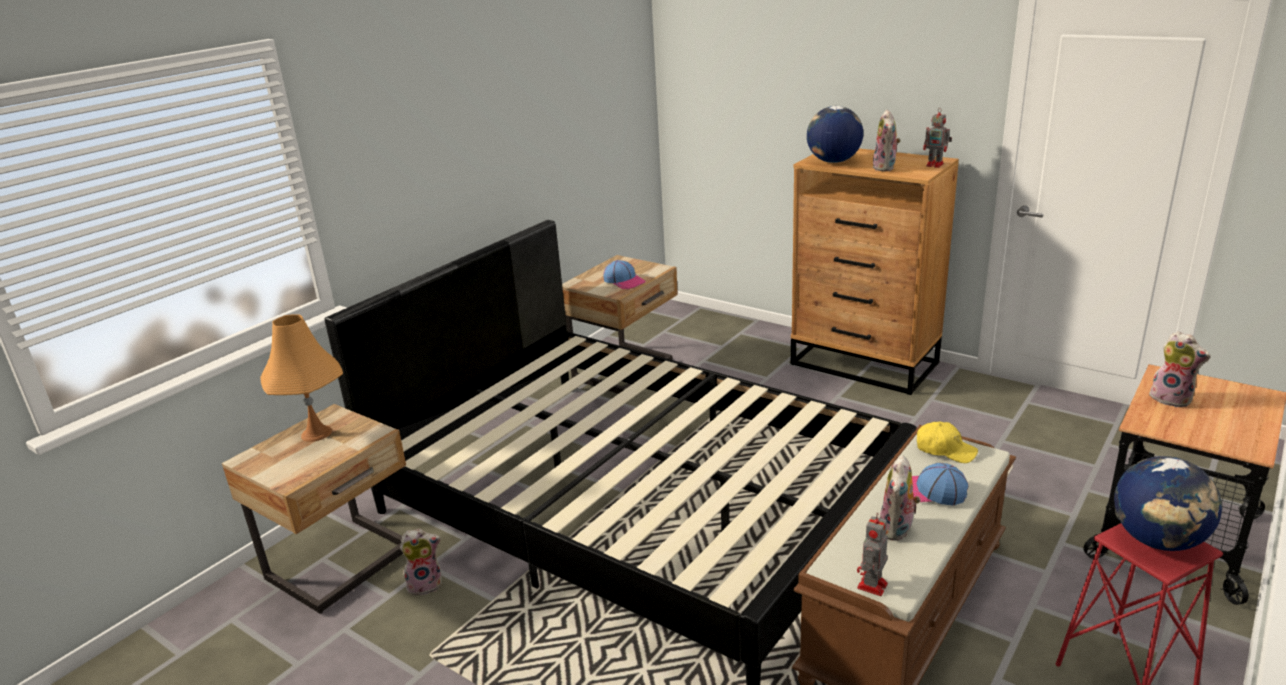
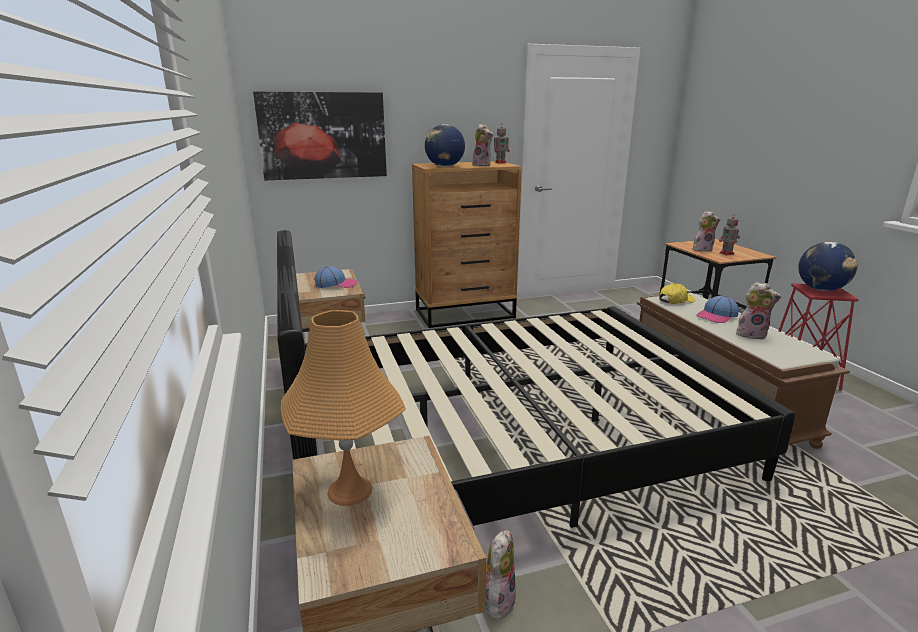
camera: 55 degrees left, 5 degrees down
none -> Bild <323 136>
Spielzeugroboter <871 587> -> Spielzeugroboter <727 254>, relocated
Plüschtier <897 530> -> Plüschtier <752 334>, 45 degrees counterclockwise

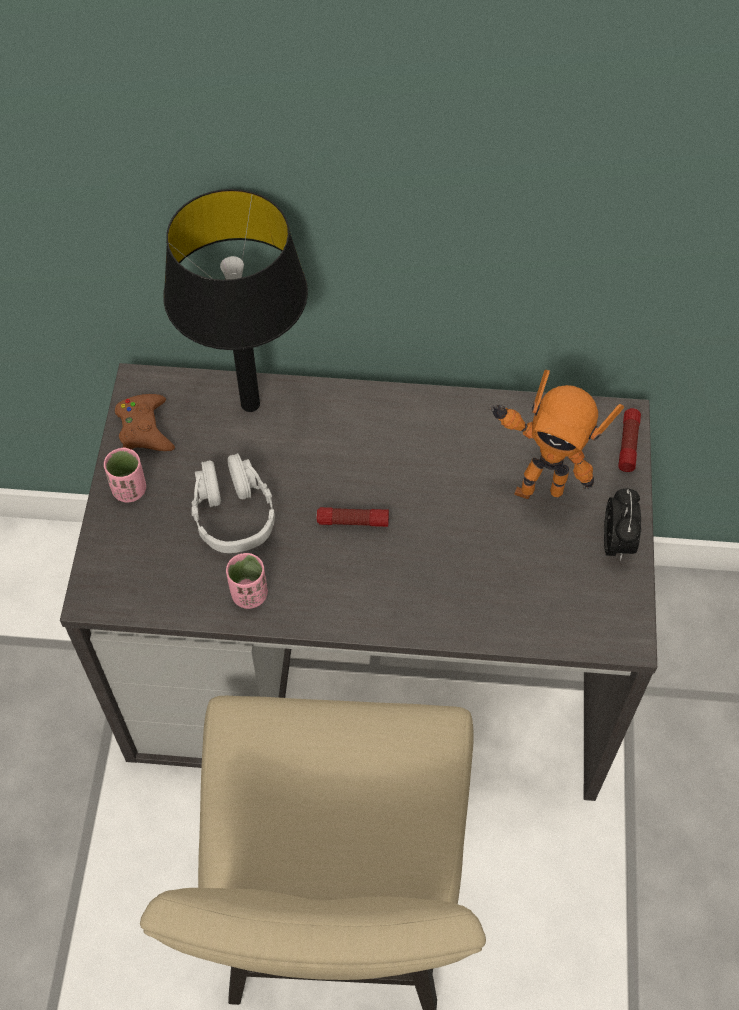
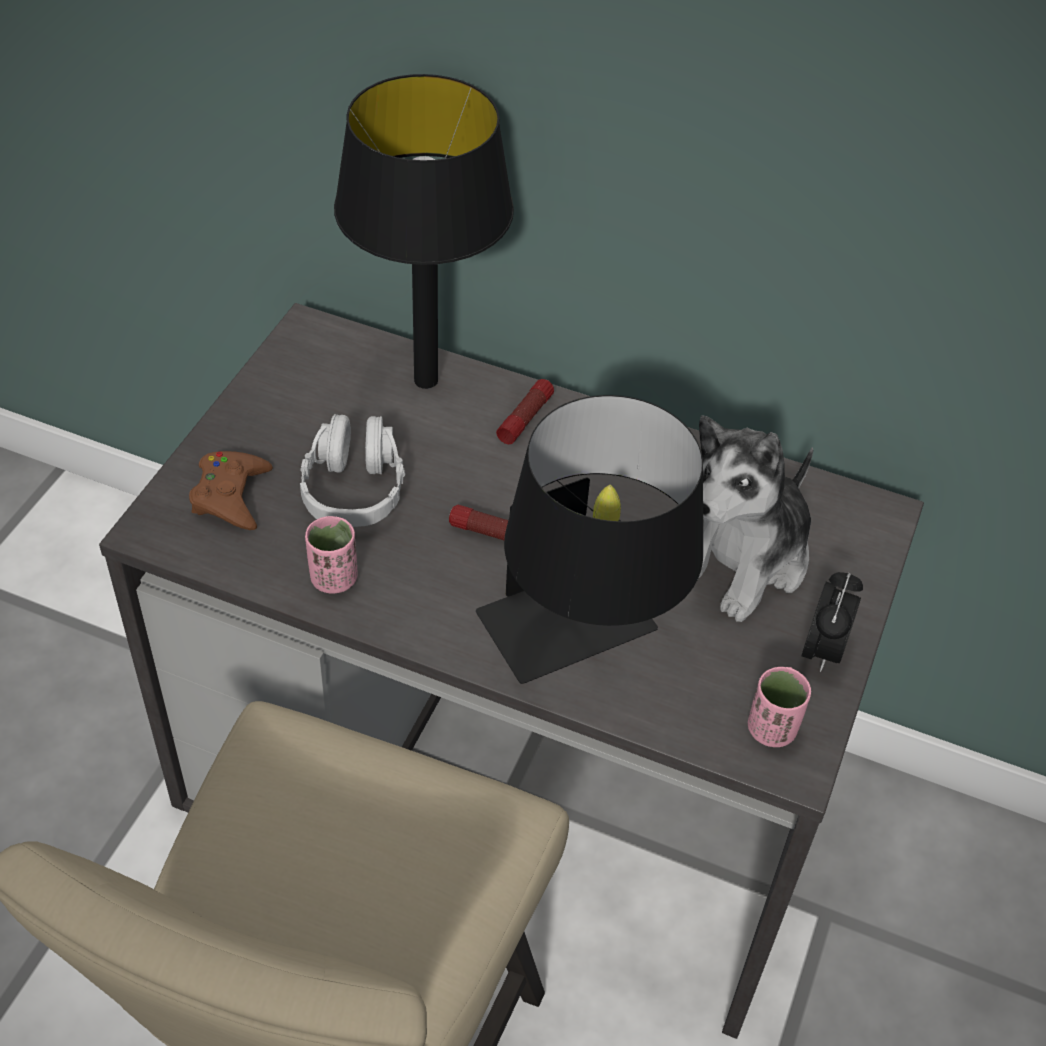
camera: 15 degrees right, 10 degrees down
none -> Tischlampe/schwarz <584 644>
Tasse/rosa <129 490> -> Tasse/rosa <771 729>, relocated
Gamepad/braun <145 429> -> Gamepad/braun <231 496>, relocated
Taschenlampe <628 444> -> Taschenlampe <525 418>, relocated
Spielzeugroboter <538 487> -> Plüschtier <743 559>

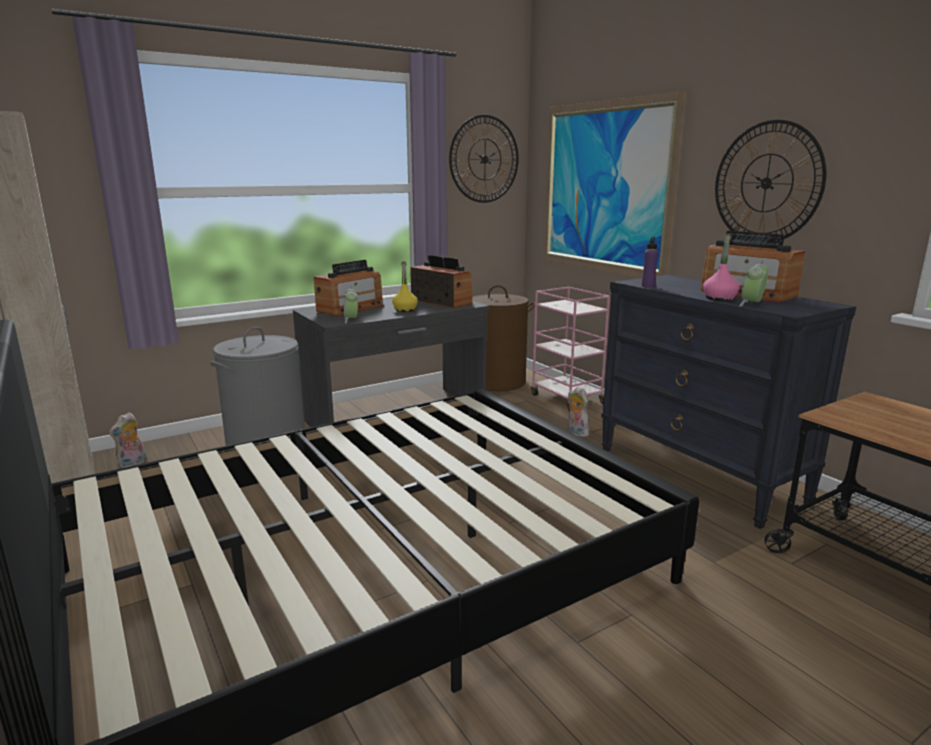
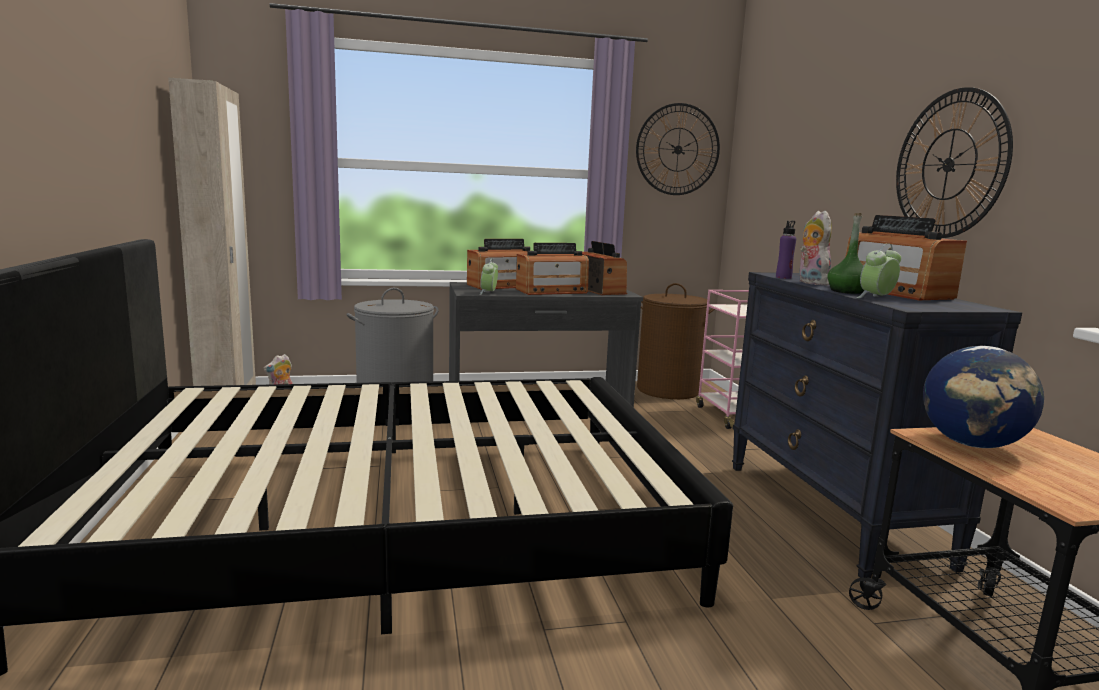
camera: 20 degrees right, 5 degrees down
Bild <604 188> -> none
none -> Globus <972 445>
Plüschtier <576 432> -> Plüschtier <810 283>, relocated
Flasche/gelb <405 310> -> Radio <551 291>
Flasche/rosa <719 298> -> Flasche/grün <846 291>

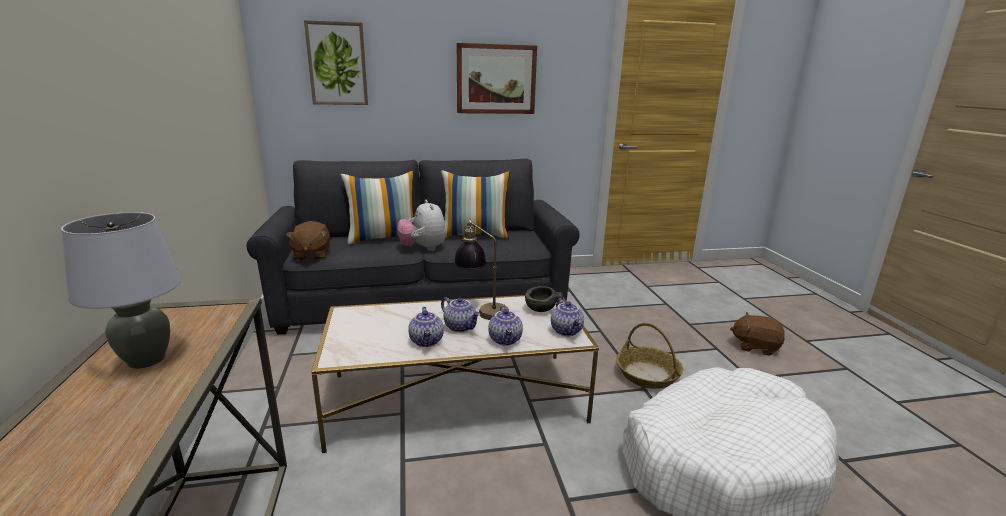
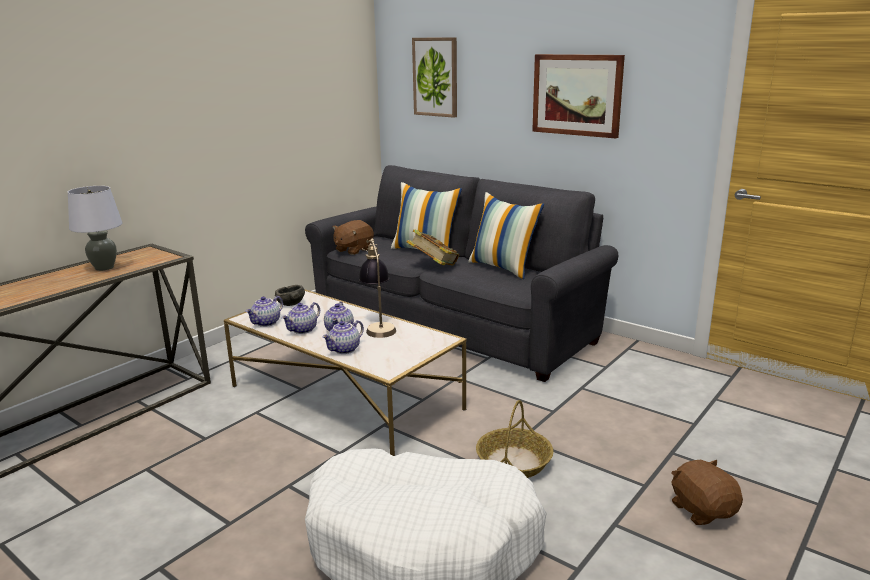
camera: 50 degrees right, 0 degrees up
Schüssel/grau <540 309> -> Schüssel/grau <290 304>, relocated
Teekanne <567 331> -> Teekanne <266 323>, relocated
Plüschtier <423 248> -> Buch <433 266>

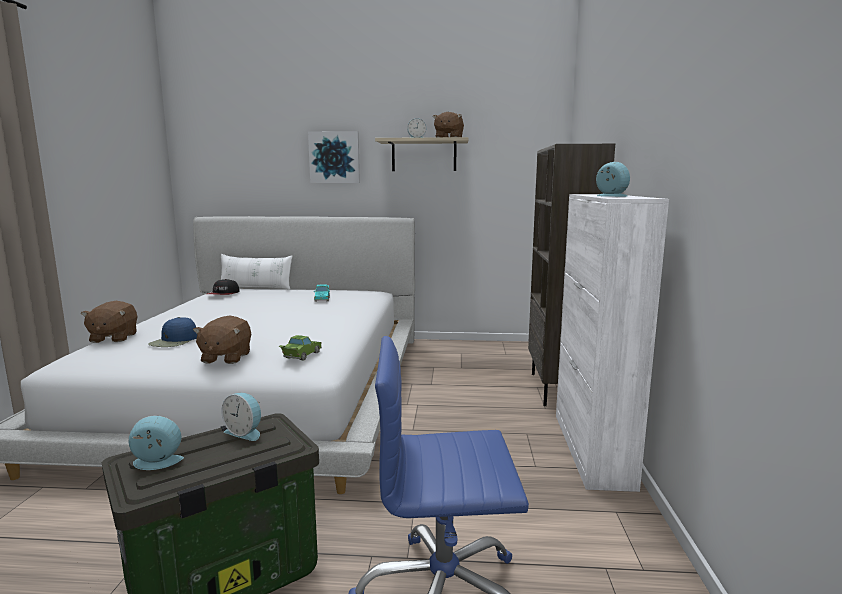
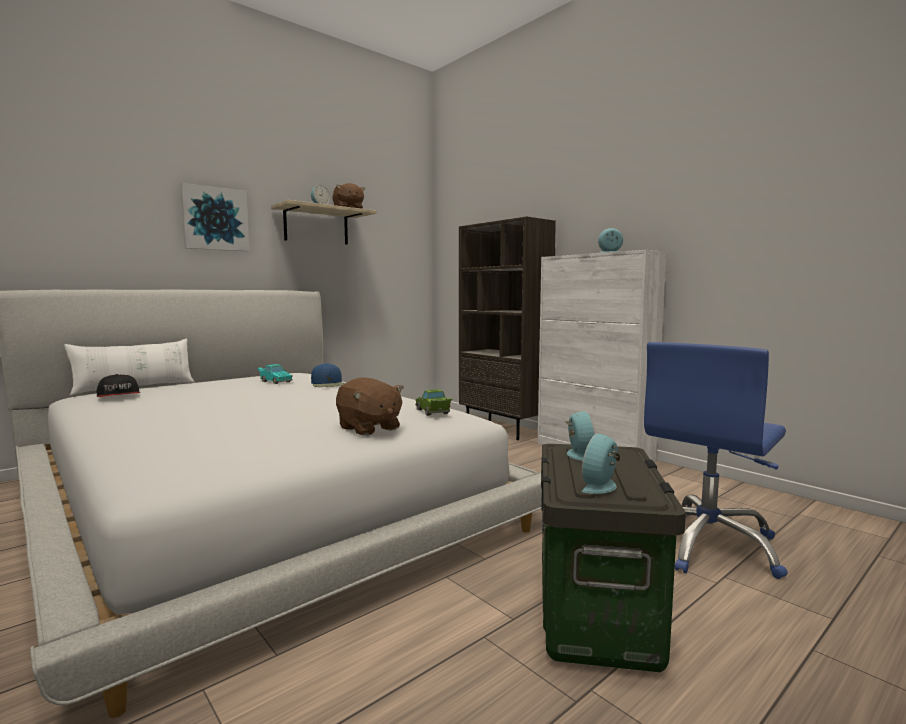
camera: 45 degrees left, 5 degrees down
Plüschtier/braun <113 338> -> none
Kappe/blau <174 341> -> Kappe/blau <328 384>, relocated
Wecker <245 432> -> Wecker <578 455>, 75 degrees counterclockwise

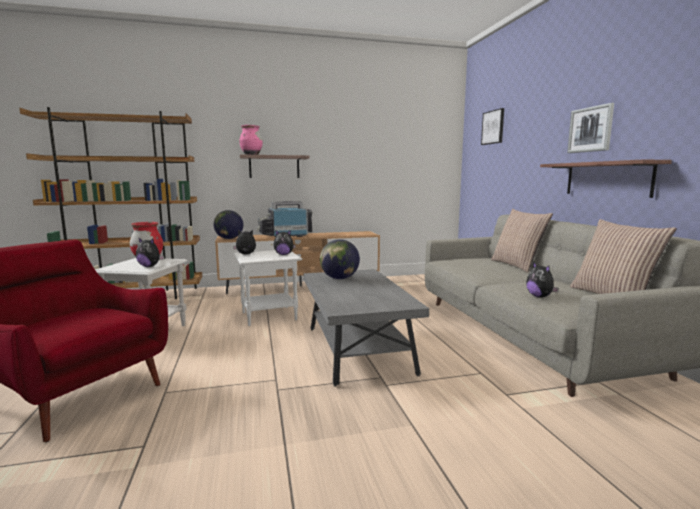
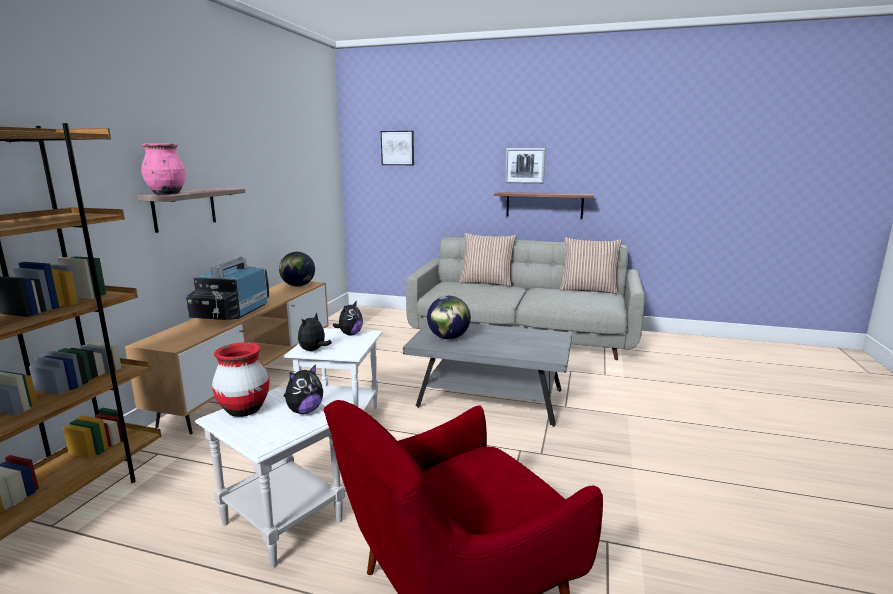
camera: 60 degrees left, 5 degrees up
Plüschtier <540 296> -> none
Globus <229 238> -> Globus <298 285>, relocated

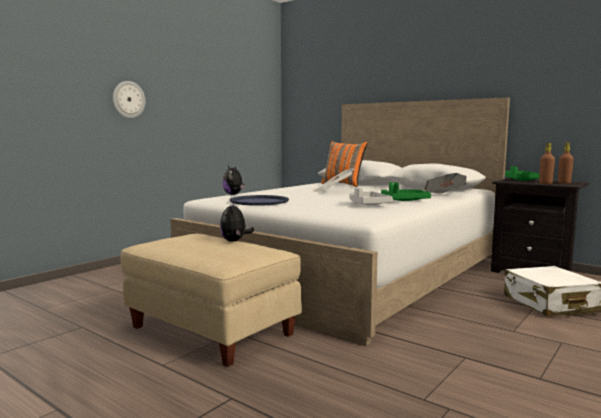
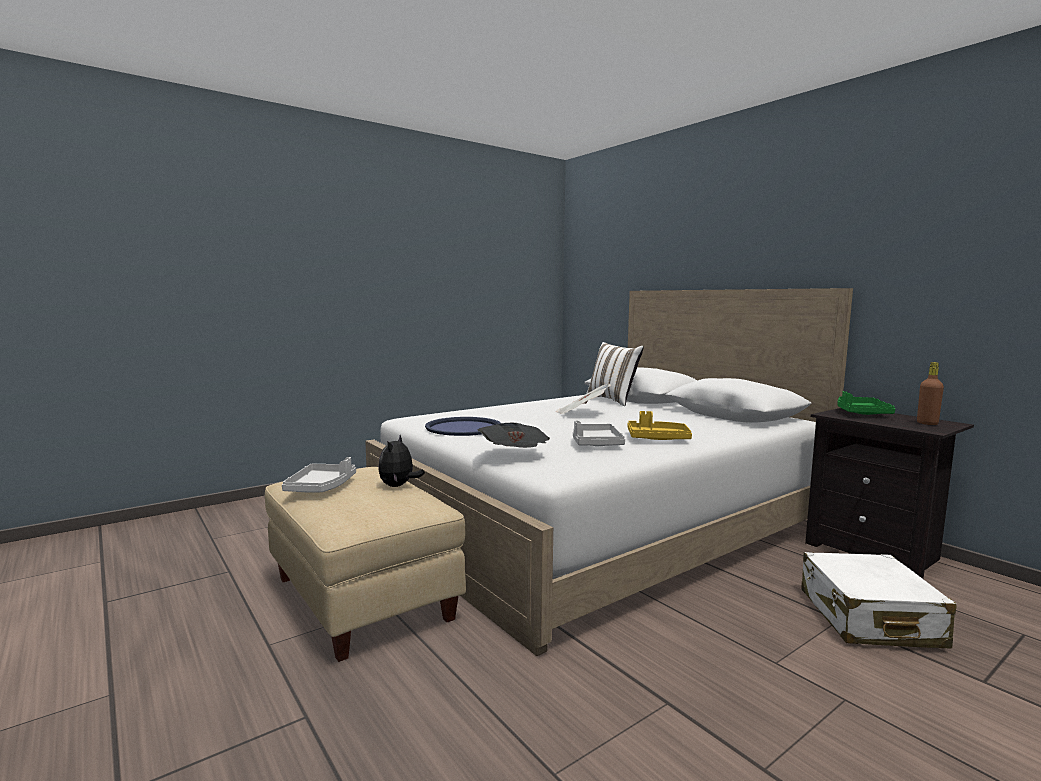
camera: 15 degrees right, 0 degrees up
Wanduhr <128 99> -> none
Plüschtier <234 194> -> none
Flasche/braun <545 183> -> none
none -> Tablett/grau <321 487>
Zeitung <444 196> -> Zeitung <515 456>, relocated
Kissen/orange <344 184> -> Kissen/weiß <613 400>
Tablett/grün <404 200> -> Tablett/gelb <657 439>

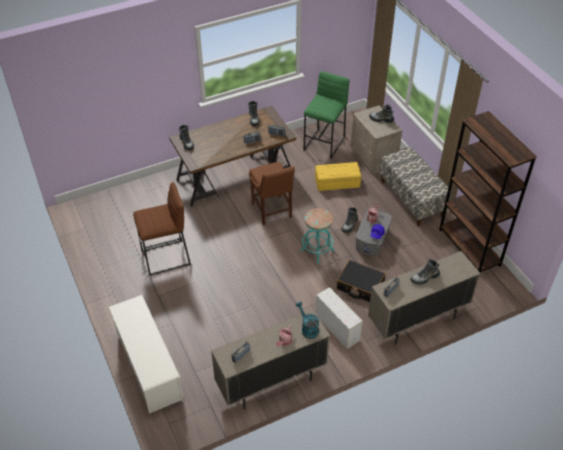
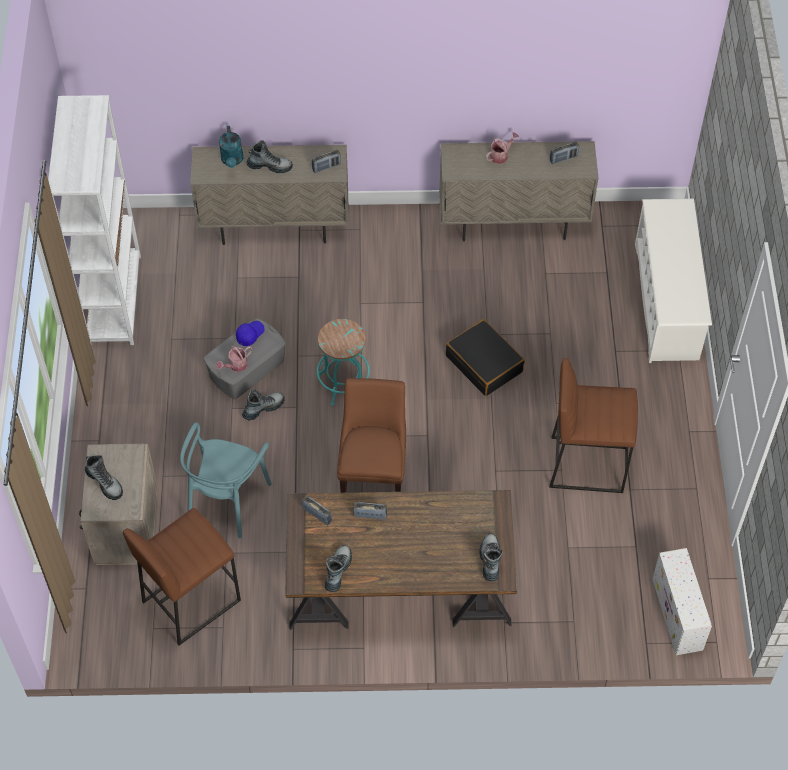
camera: 155 degrees left, 10 degrees up
Bank <412 198> -> none
Gießkanne/türkis <308 329> -> Gießkanne/türkis <232 161>, relocated
Aufbewahrungsbox/weiß <336 327> -> Aufbewahrungsbox/weiß <677 615>, relocated
Koffer/schwarz <360 286> -> Koffer/schwarz <484 363>, relocated
Aufbewahrungsbox/gelb <337 182> -> Stuhl/türkis <227 501>
Hocker/grün <324 144> -> Hocker/braun <191 600>
Bücherregal/braun <469 247> -> Bücherregal/weiß <114 299>

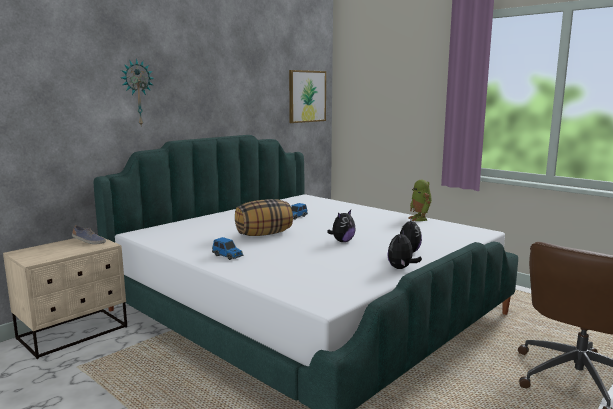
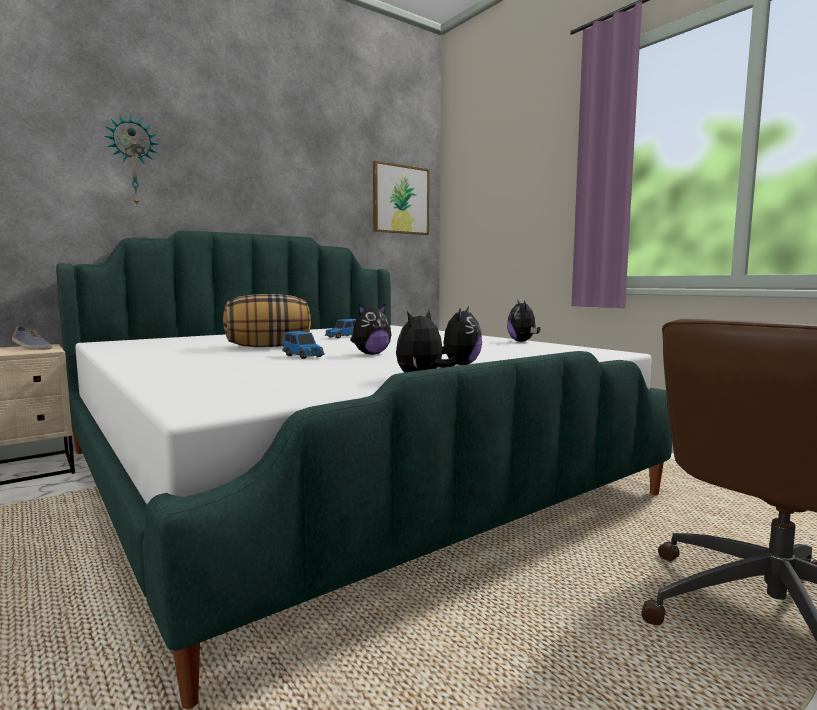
camera: 10 degrees right, 5 degrees down
Spielzeugauto <228 256> -> Spielzeugauto <304 356>, relocated
Spielzeugroboter <420 219> -> Plüschtier <523 341>

